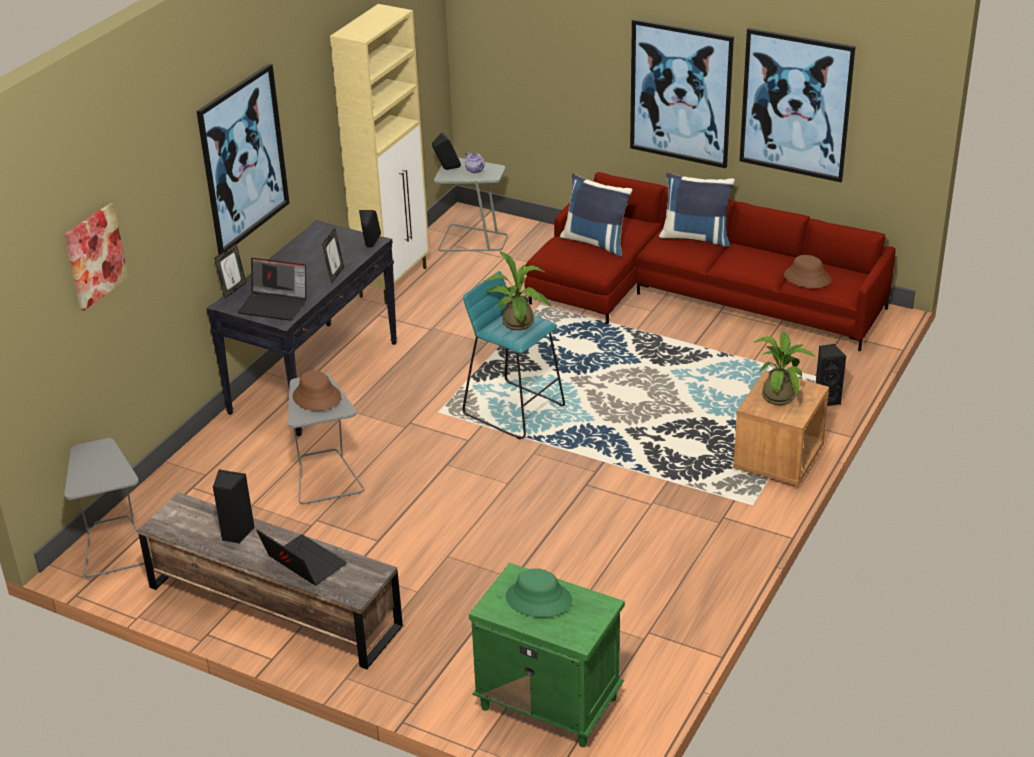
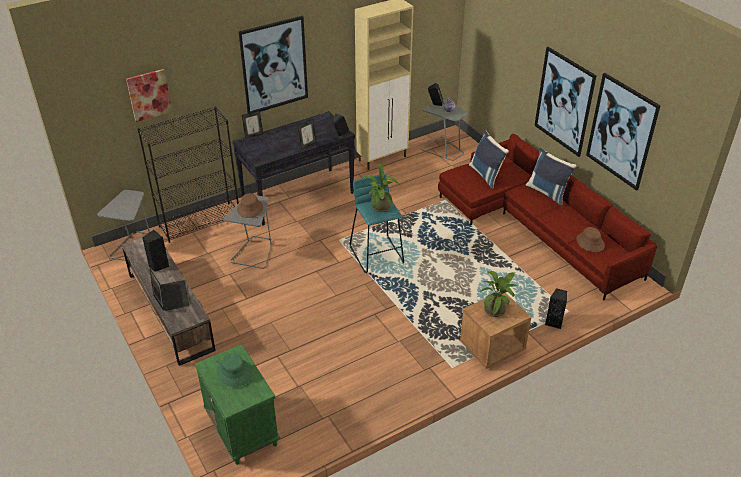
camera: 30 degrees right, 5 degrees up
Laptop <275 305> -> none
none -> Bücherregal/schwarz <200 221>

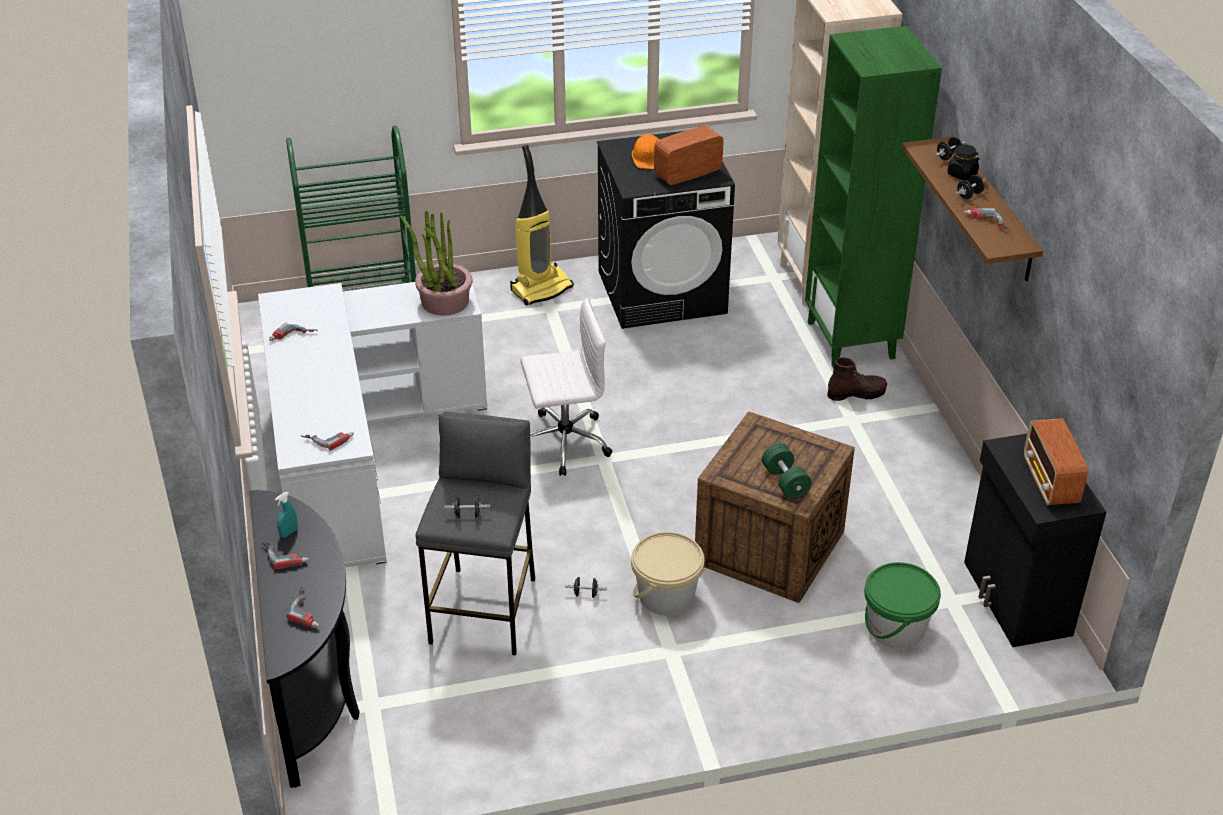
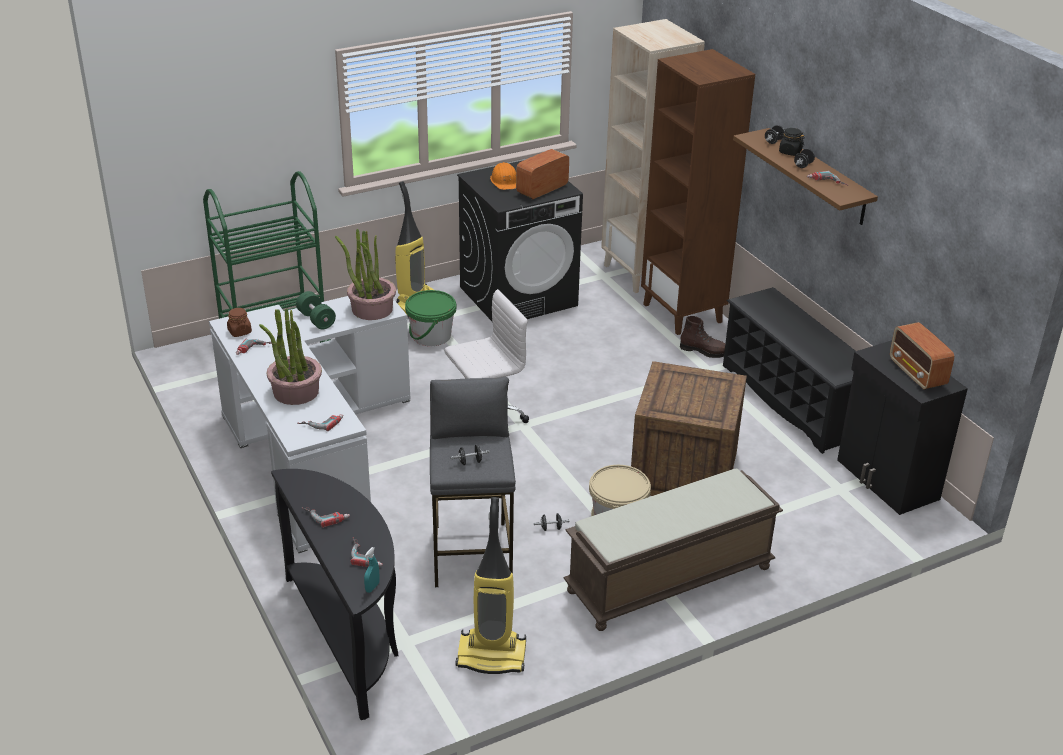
camera: 15 degrees left, 5 degrees down
none -> Vorratsglas/braun <239 331>
none -> Topfpflanze <295 392>
none -> Staubsauger <492 655>
none -> Bank/braun <669 580>
none -> Schuhregal/schwarz <792 400>
Sprühflasche/türkis <289 532> -> Sprühflasche/türkis <372 587>, relocated
Hantel/grün <785 482> -> Hantel/grün <316 320>, relocated
Eimer/grün <896 627> -> Eimer/grün <431 336>, relocated
Bücherregal/grün <851 340> -> Bücherregal/braun <683 313>
Stiefel/braun <856 393> -> Stiefel/braun <703 351>, 45 degrees clockwise

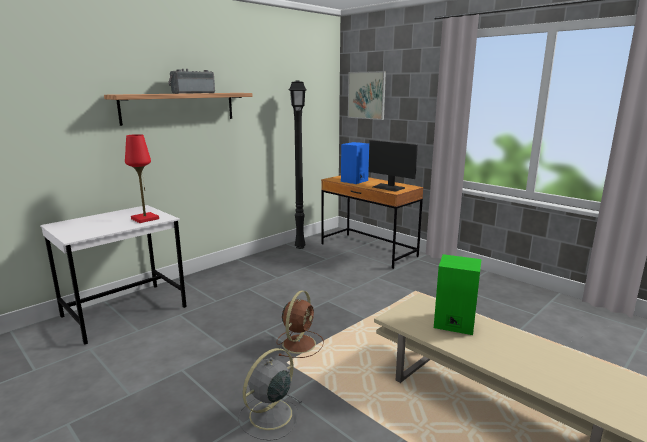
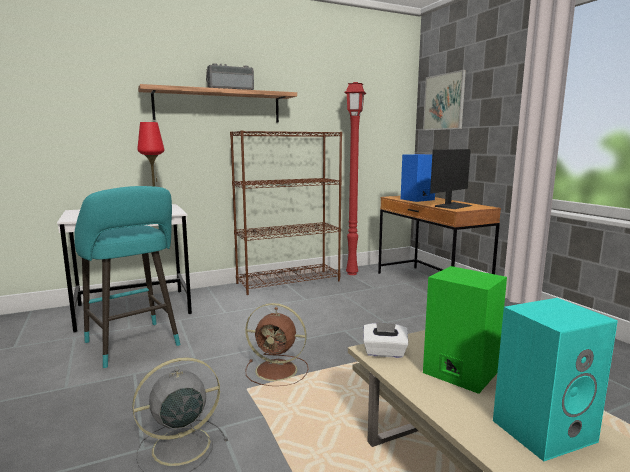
camera: 20 degrees right, 5 degrees down
none -> Hocker/türkis <134 345>
none -> Bücherregal/braun <289 282>
none -> Taschentuchbox/weiß <384 352>
none -> Lautsprecher/türkis <543 429>
Stehlampe/schwarz <300 247> -> Stehlampe/rot <352 273>
Ventilator/braun <299 343> -> Ventilator/braun <278 370>, 60 degrees clockwise
Monitor <388 187> -> Monitor <453 206>, 105 degrees counterclockwise

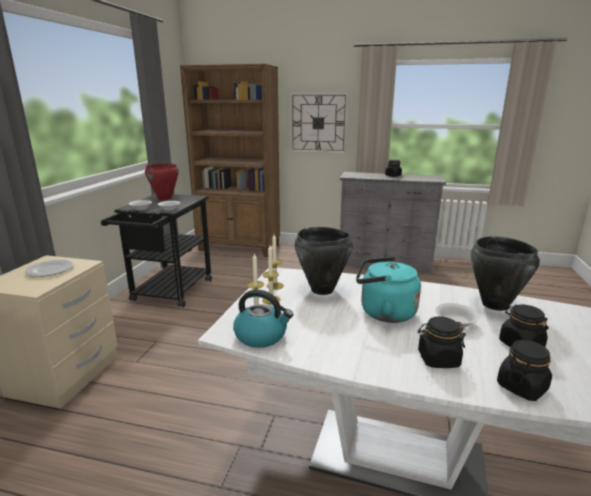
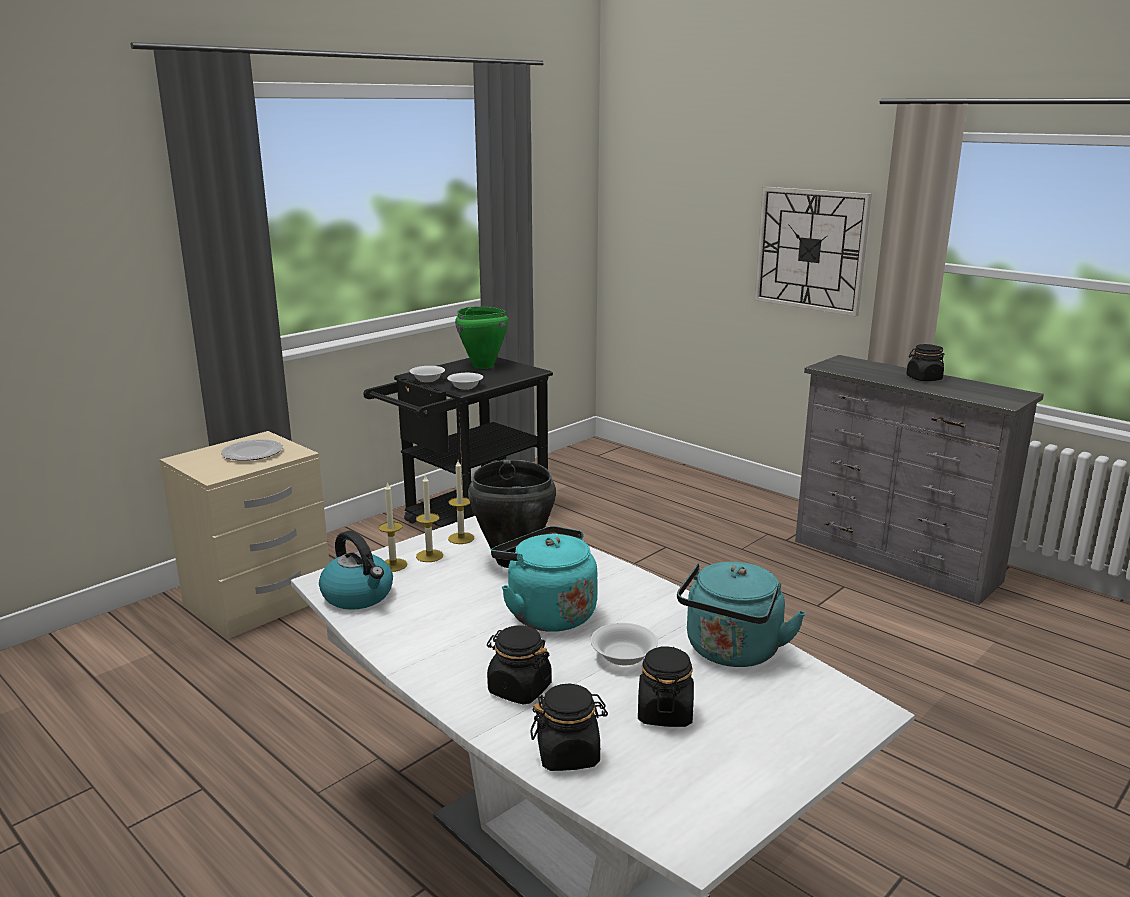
camera: 30 degrees right, 0 degrees up
Bücherregal/braun <239 248> -> none
Kochtopf/schwarz <494 305> -> Wasserkessel/türkis <732 653>
Kochtopf/rot <165 198> -> Kochtopf/grün <483 366>

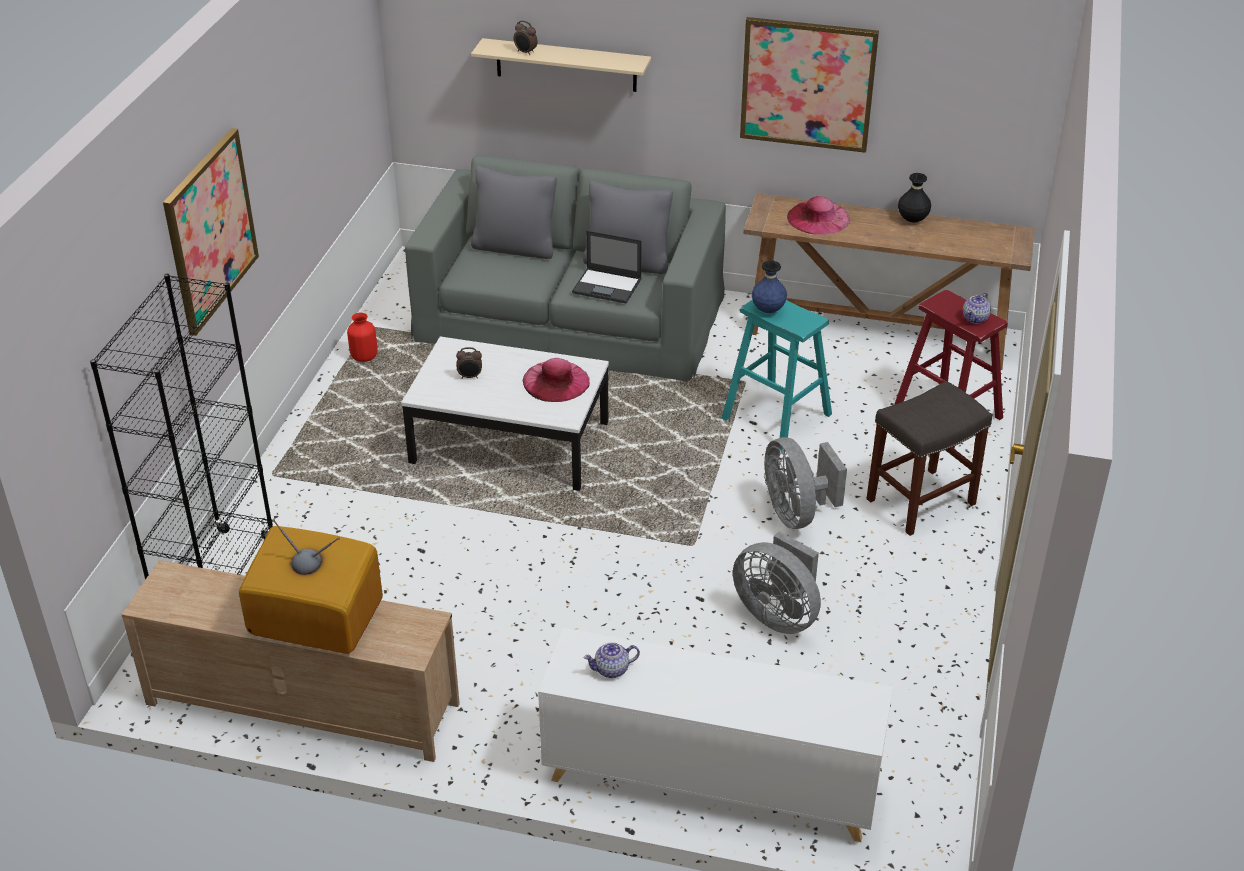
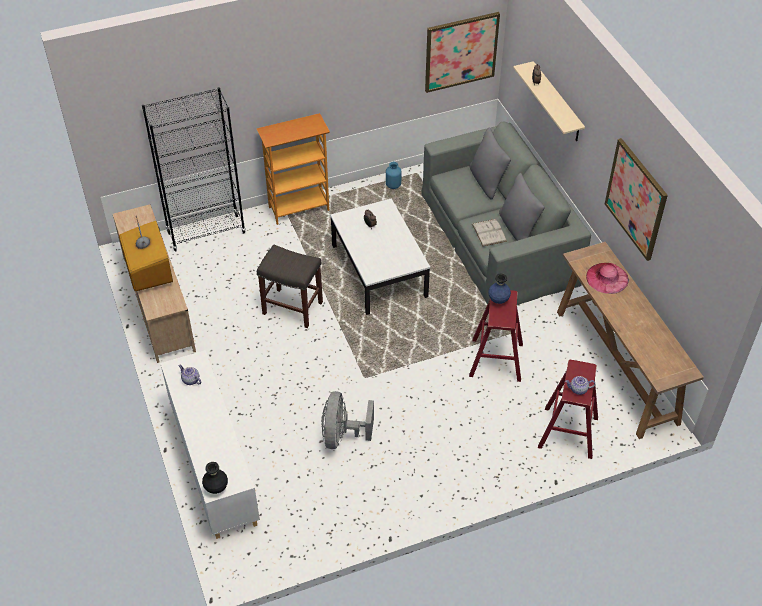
camera: 55 degrees right, 10 degrees up
Hut/rosa <556 381> -> none
Ventilator/grau <796 513> -> none
none -> Bücherregal <299 208>
Bild <210 230> -> Bild <461 51>, relocated
Hocker/grau <920 502> -> Hocker/grau <291 308>, relocated
Vase/schwarz <912 220> -> Vase/schwarz <216 488>, relocated
Laptop <607 286> -> Buch/weiß <489 232>
Vase/rot <364 357> -> Vase/blau <393 185>
Hocker/türkis <777 417> -> Hocker/rot <496 360>

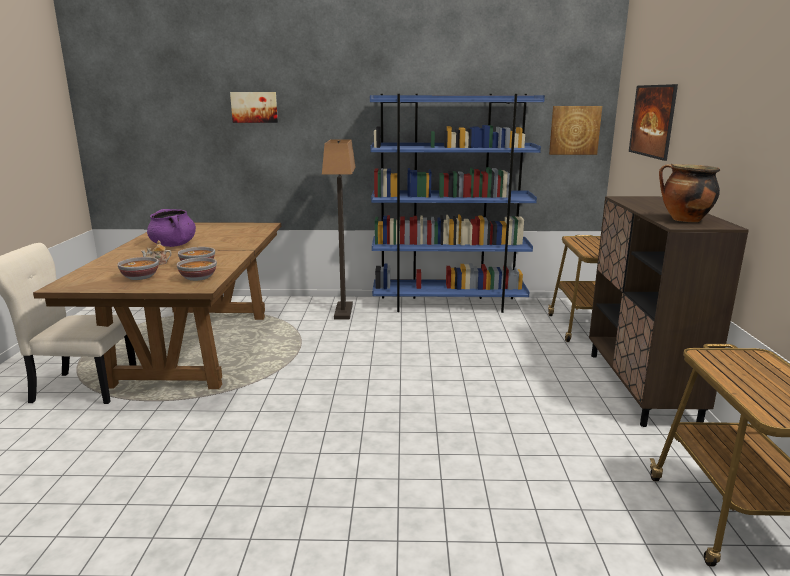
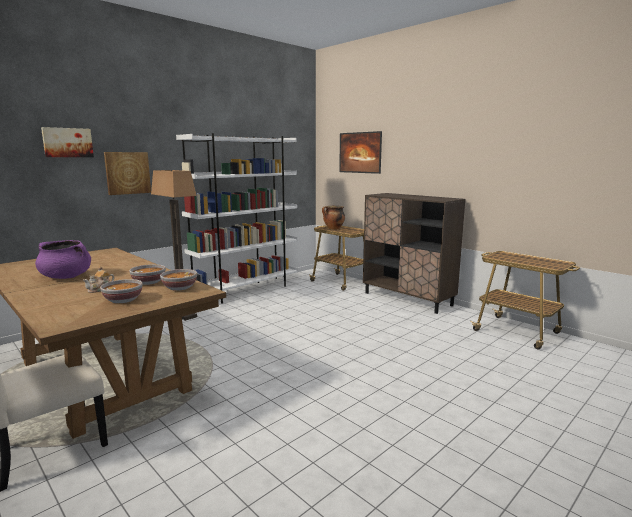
camera: 45 degrees left, 5 degrees down
Bild <574 130> -> Bild <127 173>, relocated
Kochtopf <684 220> -> Kochtopf <333 229>, relocated
Bücherregal/blau <449 304> -> Bücherregal/weiß <246 290>

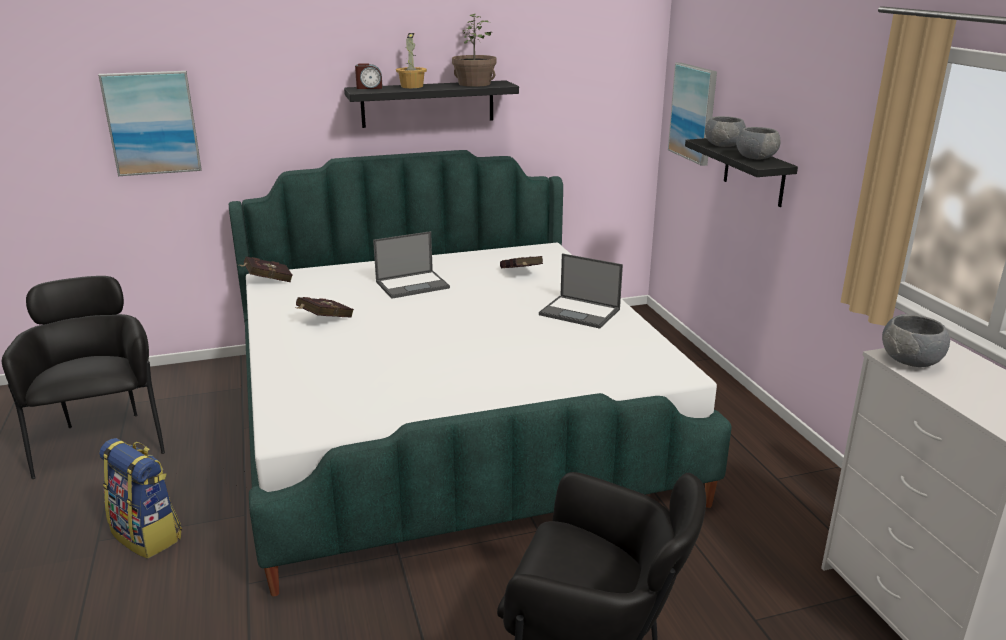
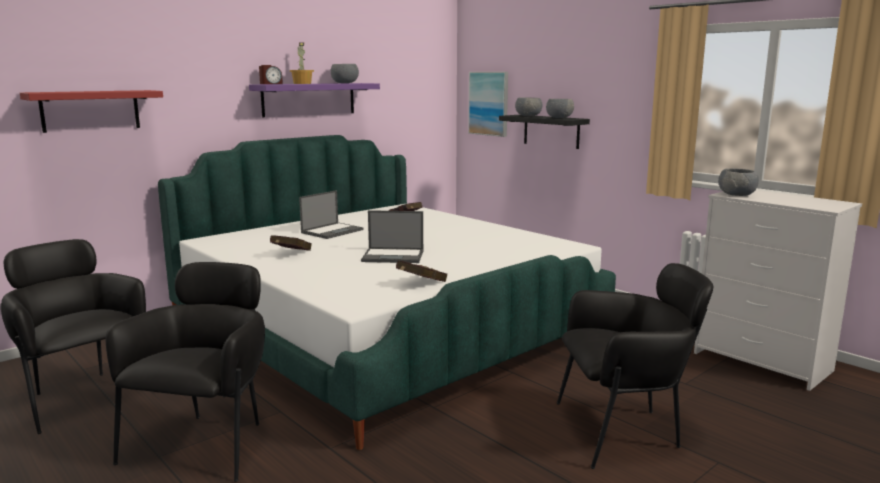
camera: 25 degrees left, 10 degrees down
Buch/rot <267 281> -> Buch/rot <420 284>, relocated
Laptop <580 312> -> Laptop <394 256>, relocated
Bild <152 123> -> Wandregal/rot <90 110>
Rucksack <148 535> -> Sessel/schwarz <206 442>
Topfpflanze <474 84> -> Schüssel/grau <345 83>
Wandregal/schwarz <428 104> -> Wandregal/lila <309 99>

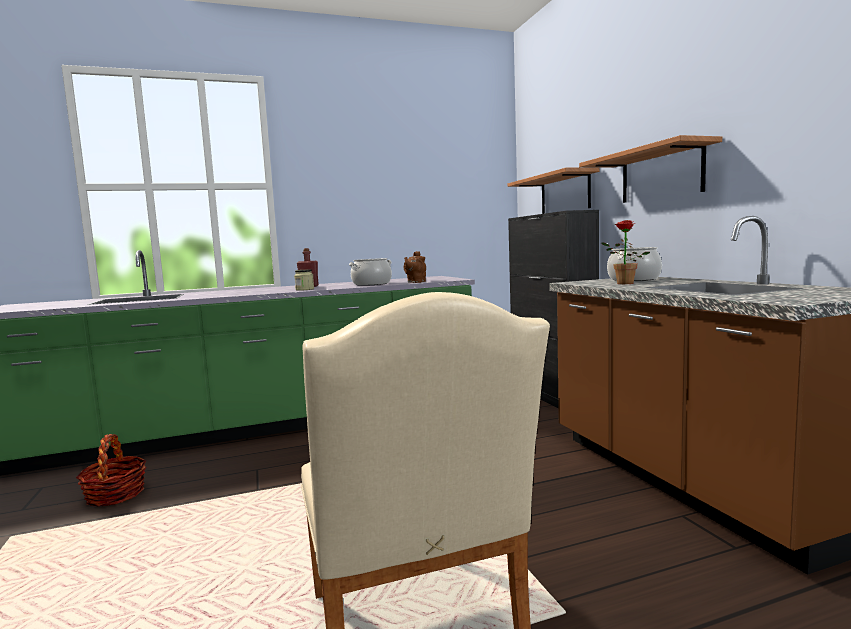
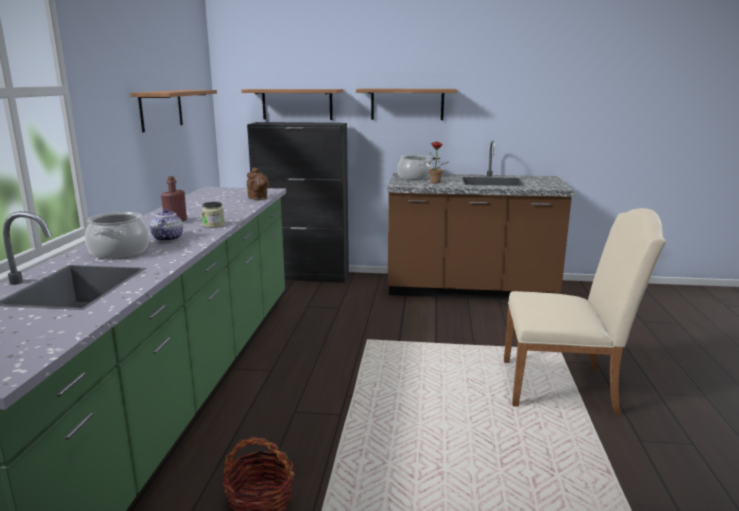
camera: 65 degrees left, 10 degrees up
none -> Wandregal <161 109>
none -> Teekanne <167 238>
Kochtopf <371 284> -> Kochtopf <119 252>, relocated

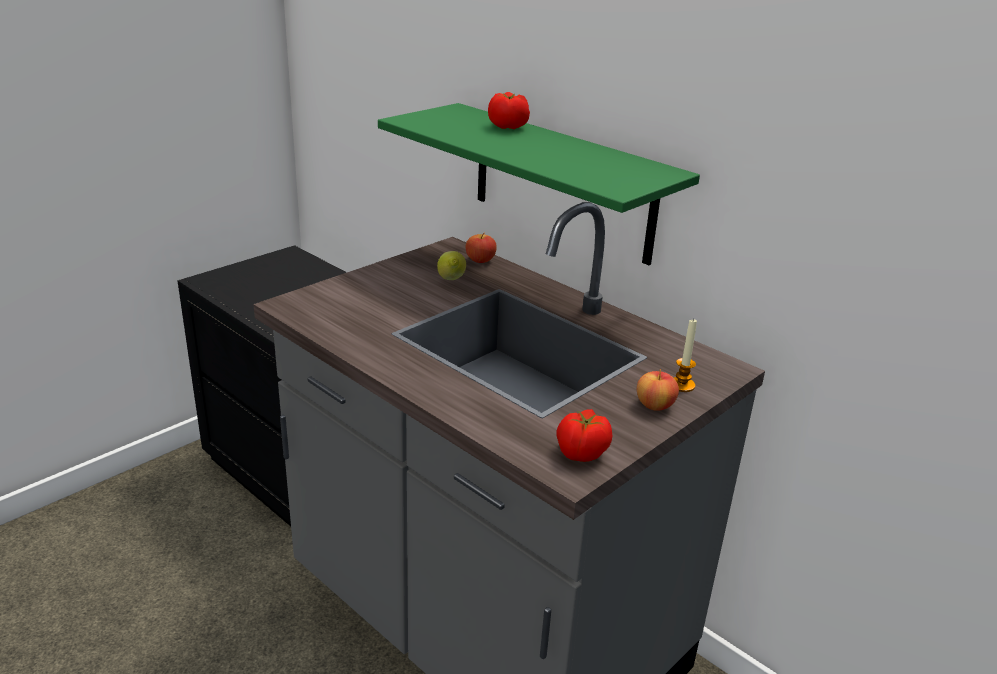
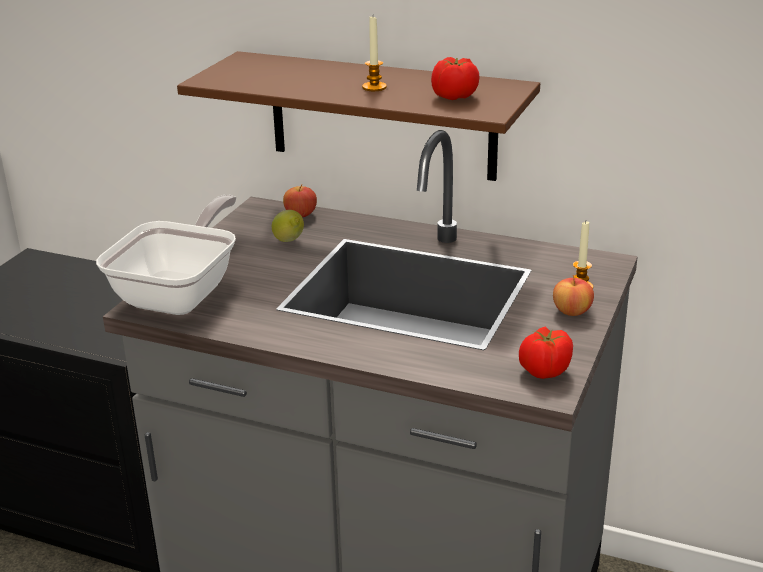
camera: 20 degrees left, 0 degrees up
none -> Pfanne <182 292>
none -> Kerze <374 87>
Tomate <508 127> -> Tomate <454 97>, relocated
Wandregal/grün <562 183> -> Wandregal/braun <382 116>

